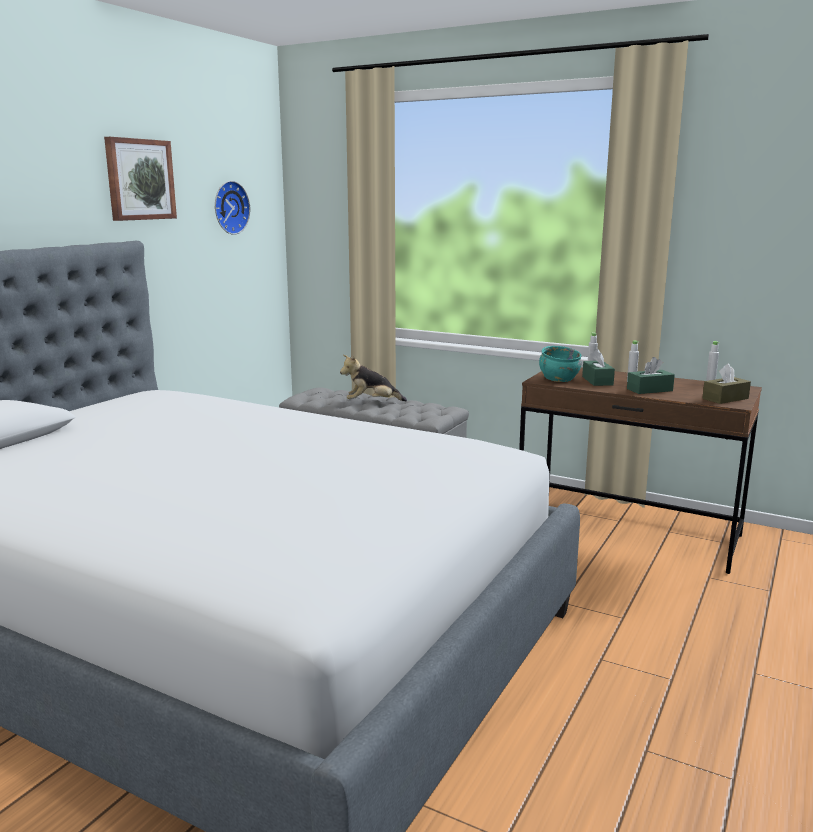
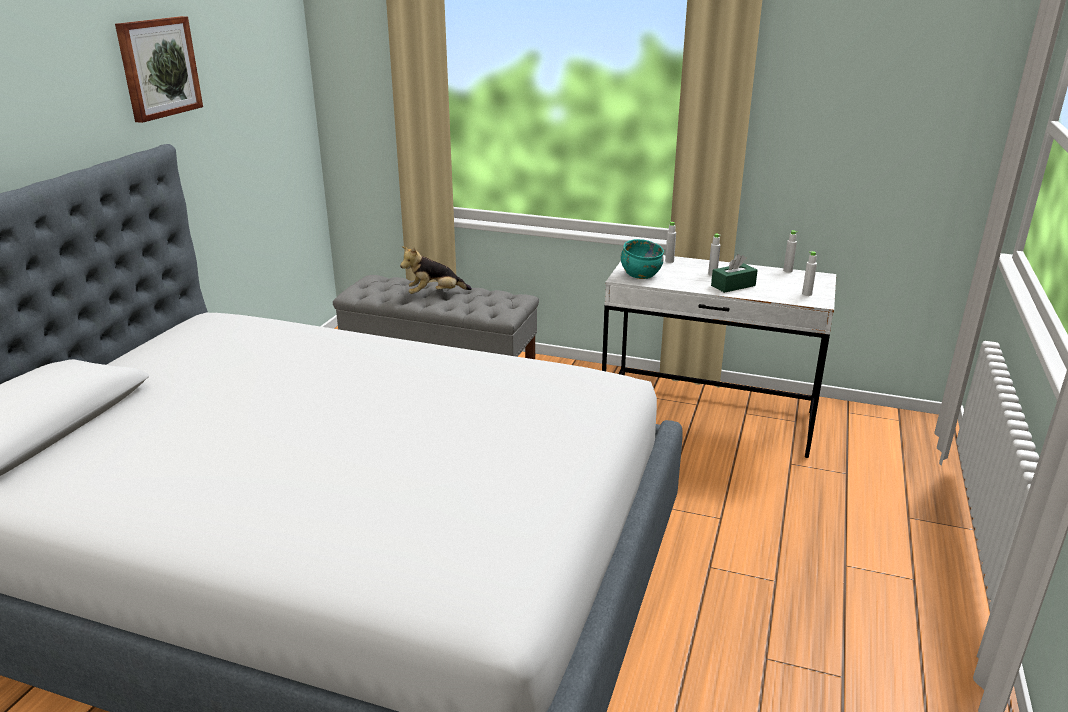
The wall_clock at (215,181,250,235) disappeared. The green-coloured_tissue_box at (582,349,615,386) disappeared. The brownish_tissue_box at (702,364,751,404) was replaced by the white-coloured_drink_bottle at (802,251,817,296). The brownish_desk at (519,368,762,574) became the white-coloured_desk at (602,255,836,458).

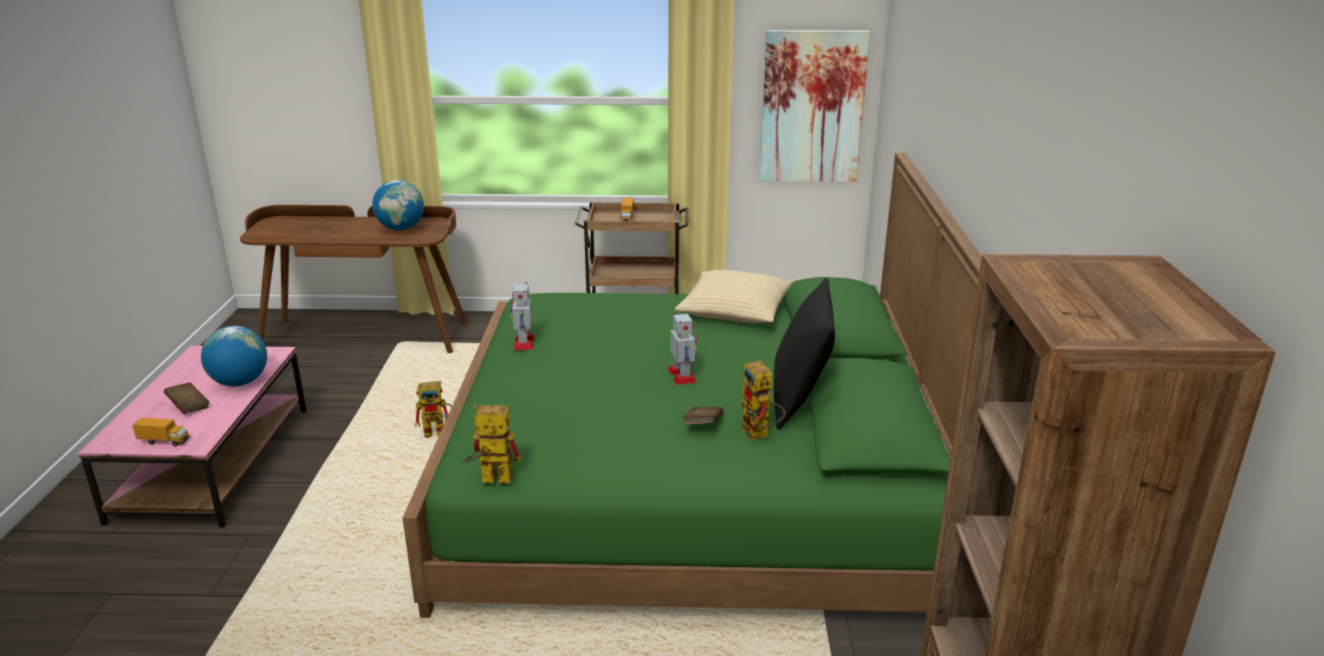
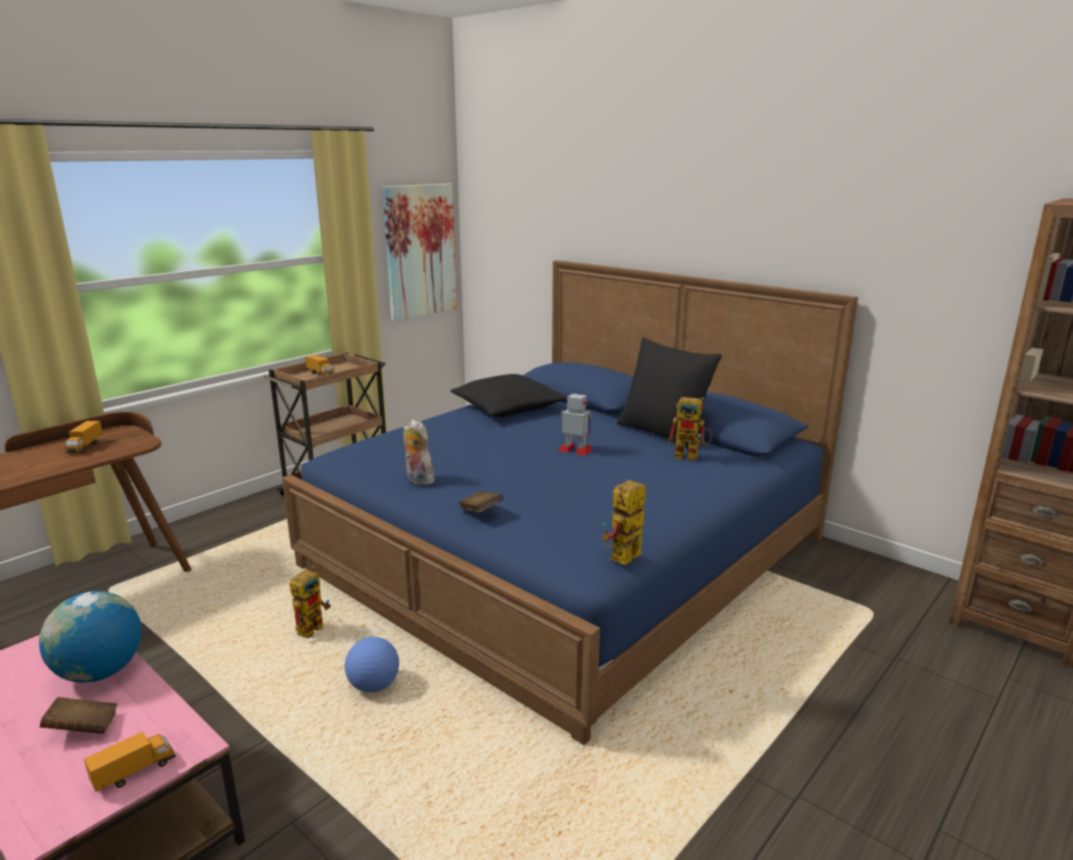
The green-coloured_bedroom_bed at (402,153,982,618) became the blue-coloured_bedroom_bed at (282,260,858,745). The globe at (372,180,424,230) was replaced by the toy_lorry at (65,421,103,453). The beige_cushion at (675,270,794,323) became the blackish_cushion at (450,374,567,417). The model_robot at (511,282,535,350) was replaced by the soft_toy at (403,419,435,485). The brownish_book moved from (683,407,724,425) to (458,491,503,513). The ball_for_football at (345,637,399,693) appeared.

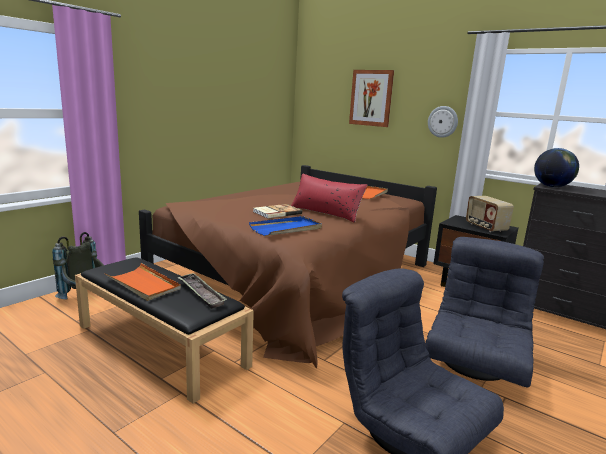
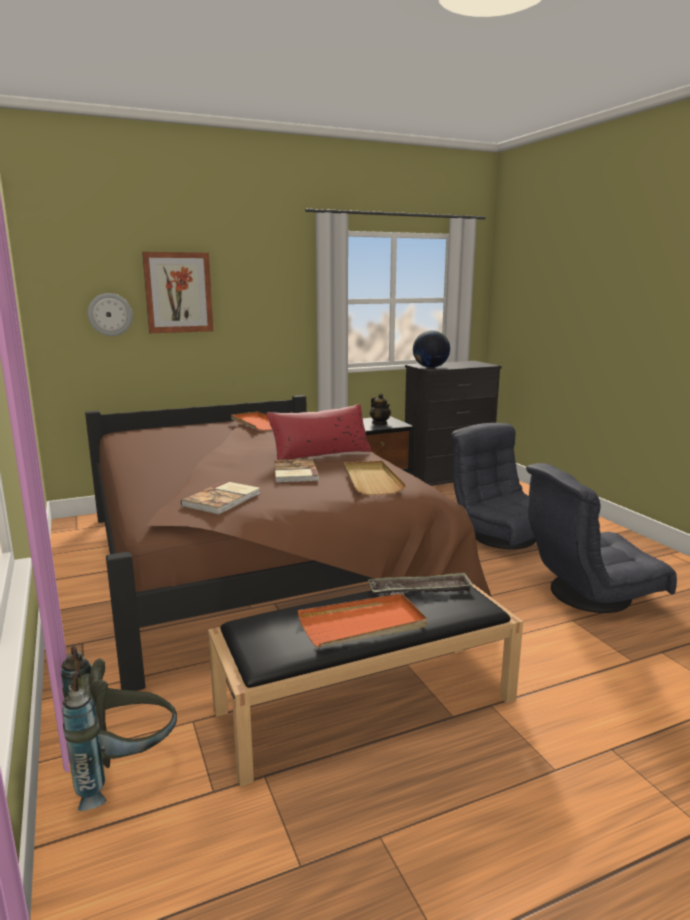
The wall_clock moved from (428,106,458,138) to (88,293,133,336). The radio_receiver at (466,196,514,232) was replaced by the teapot at (370,394,391,425). The blue-coloured_serving_tray at (249,216,322,236) became the beige_serving_tray at (344,461,406,495). The book at (181,481,260,514) appeared.

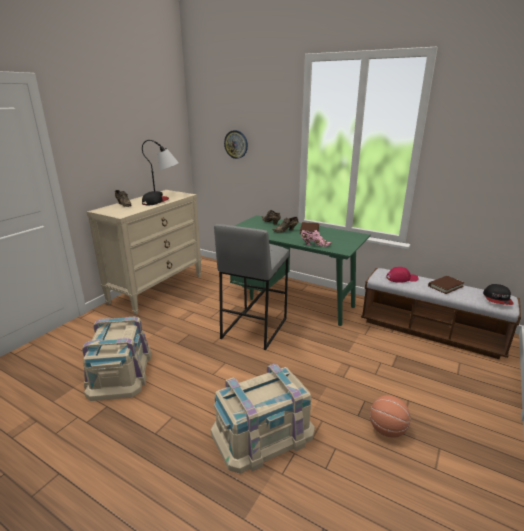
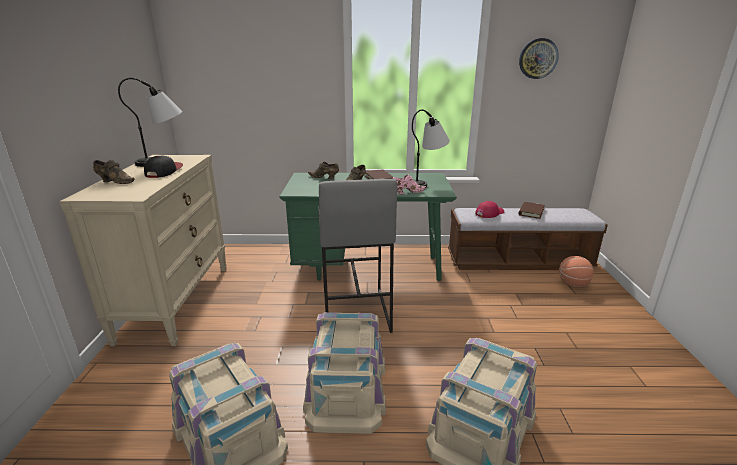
The wall_clock moved from (224,130,248,159) to (519,38,559,79). The cap at (483,284,514,305) disappeared. The basketball_ball moved from (370,395,411,438) to (559,256,594,287). The lamp_for_a_table at (412,109,450,186) appeared. The beige_storage_box at (303,312,386,434) appeared.

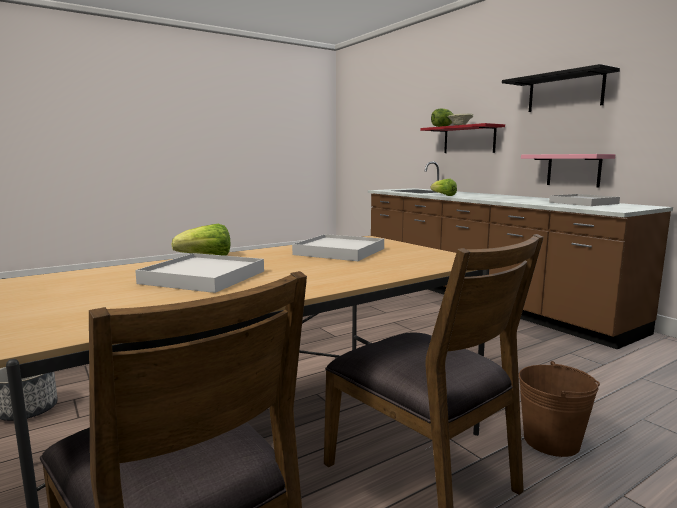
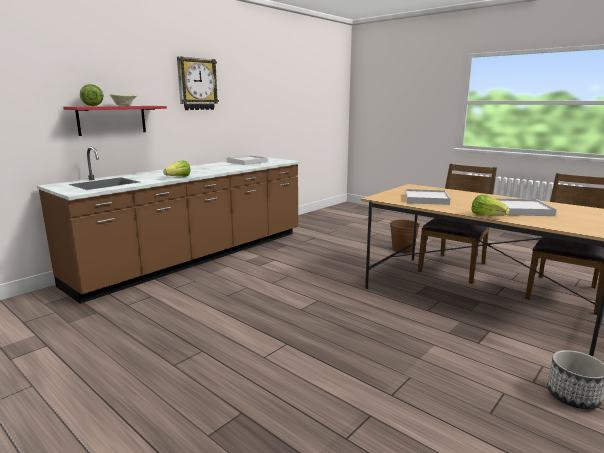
The blackish_bracket_shelf at (502,64,620,112) was replaced by the wall_clock at (177,56,219,110). The pinkish_bracket_shelf at (521,154,616,187) disappeared.

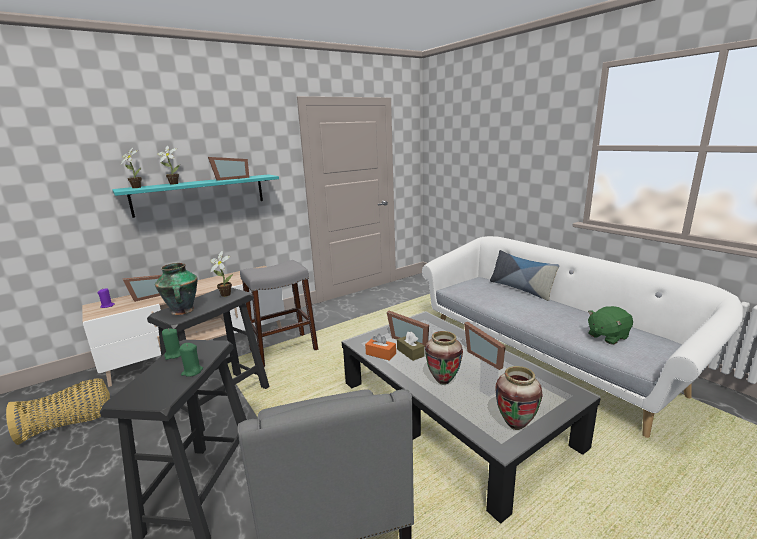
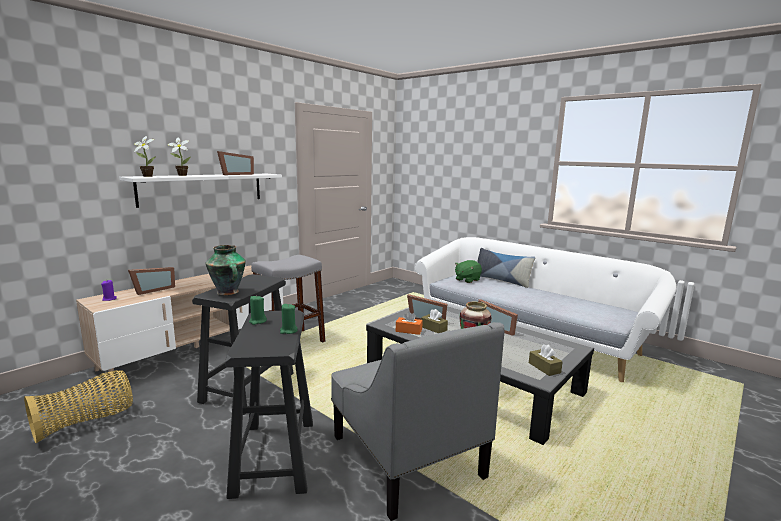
The blue-green_bracket_shelf at (112,174,279,218) became the white-coloured_bracket_shelf at (119,174,282,208). The potted_plant at (210,251,233,297) disappeared. The green-coloured_soft_toy moved from (588,306,633,344) to (455,260,482,283). The flower_vase at (496,366,543,430) was replaced by the brownish_tissue_box at (529,344,563,376).

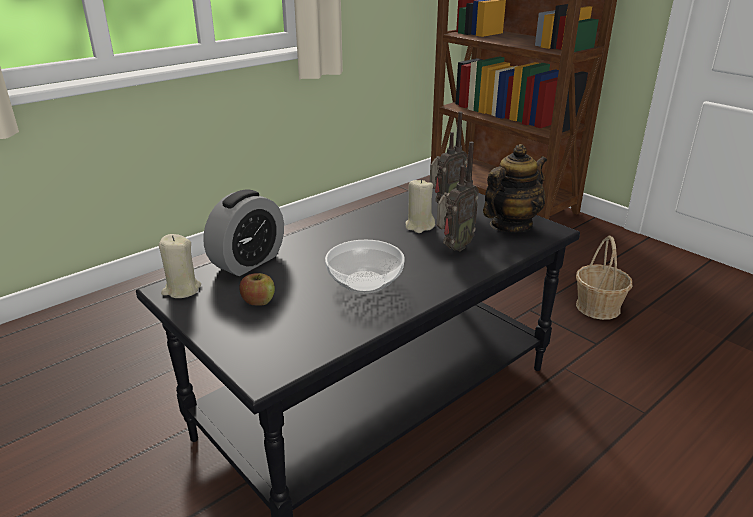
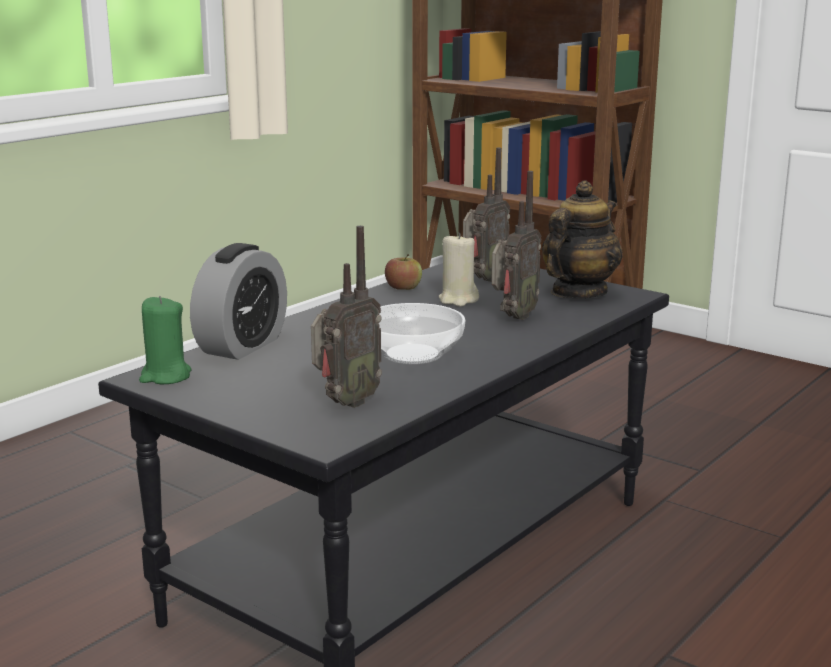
The beige_candle at (159,234,201,298) became the green-coloured_candle at (139,296,192,384). The household_basket at (576,236,632,320) disappeared. The whole_apple moved from (239,273,275,306) to (385,254,422,290). The radio_receiver at (311,226,382,408) appeared.

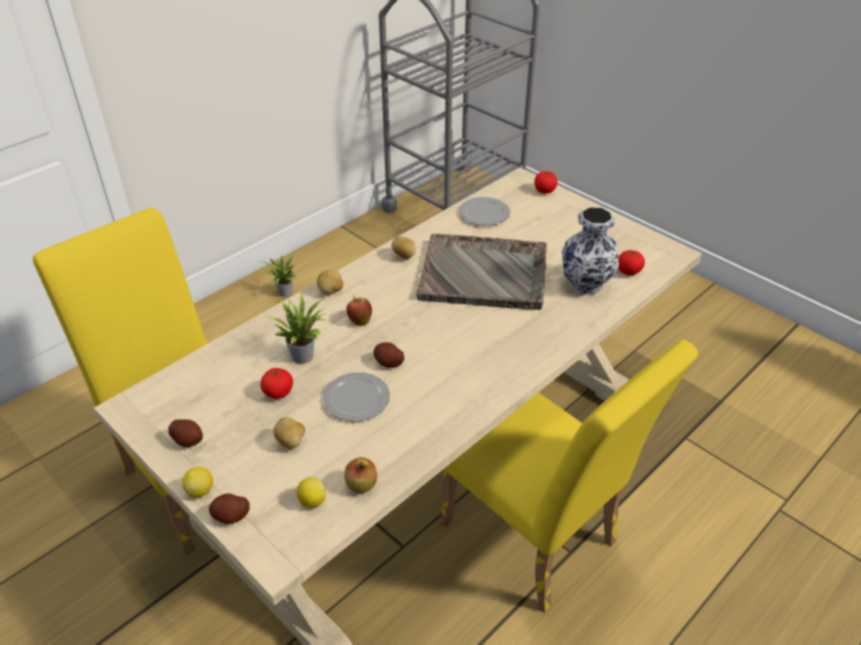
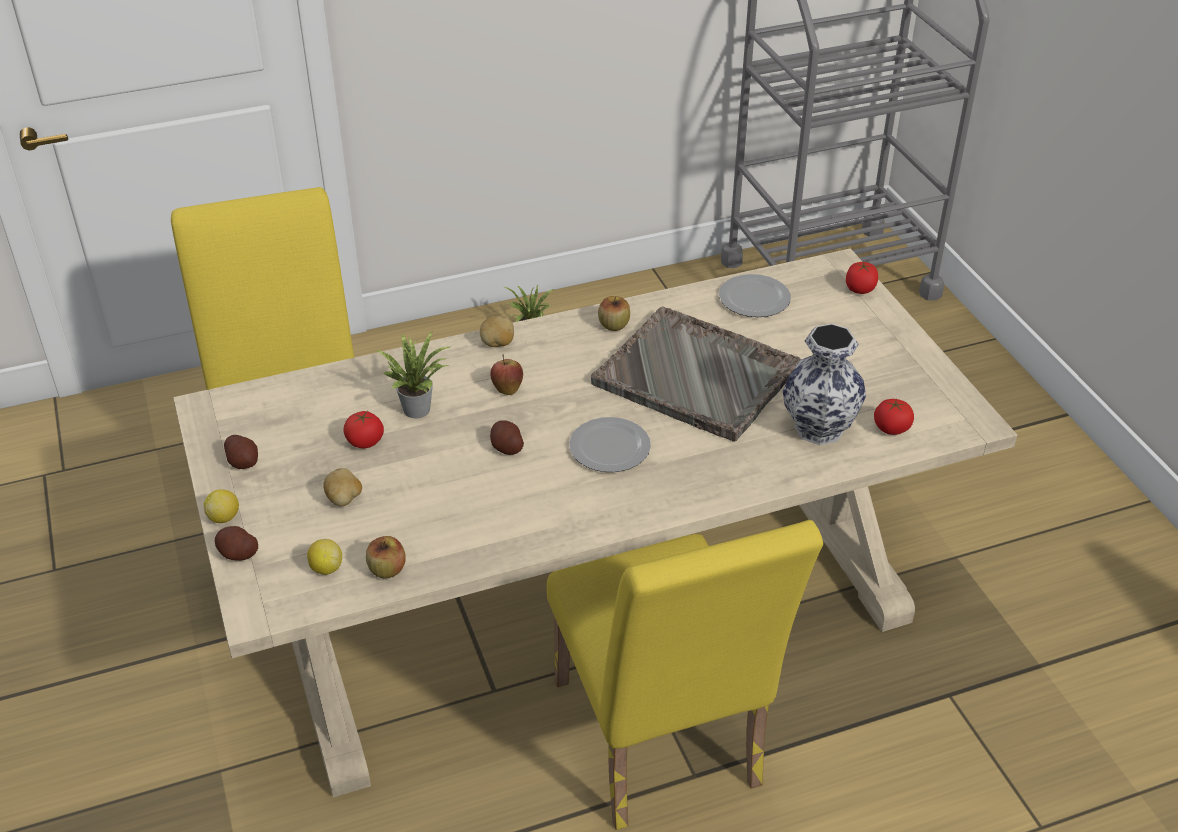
The whole_potato at (391,236,416,259) was replaced by the whole_apple at (598,296,630,331). The plate moved from (323,372,390,421) to (569,417,651,472).

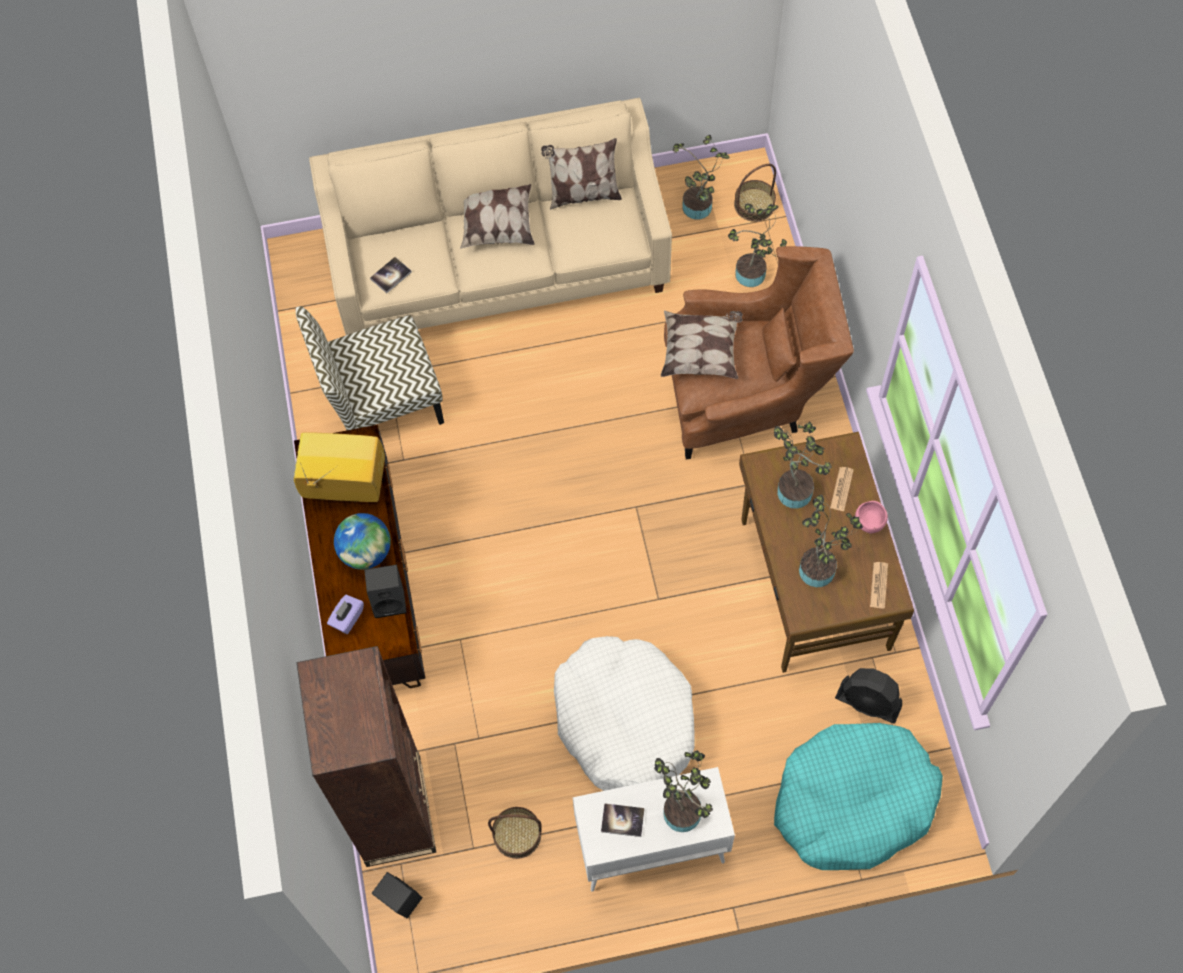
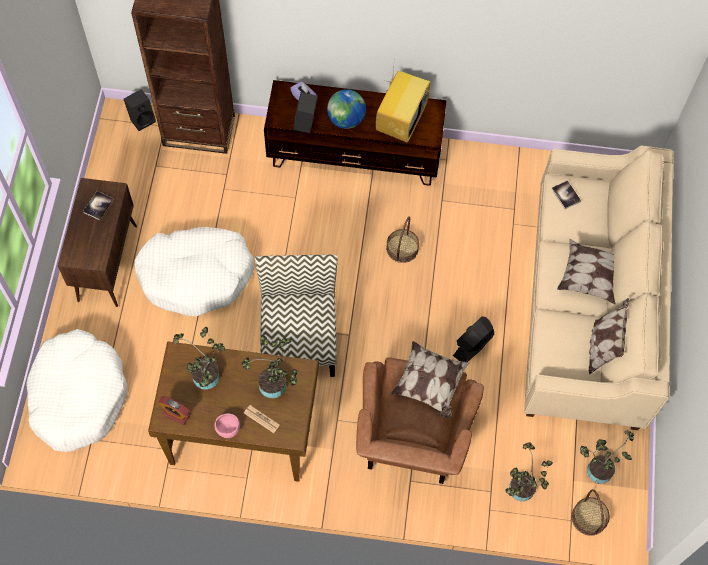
The chair moved from (295,306,444,430) to (255,255,338,377). The daily_paper at (870,562,888,609) was replaced by the table_clock at (158,396,190,425). The blackish_fan moved from (835,668,902,724) to (453,316,494,362). The blue-green_dog_bed at (774,723,943,870) became the white-coloured_dog_bed at (26,329,127,452). The potted_plant at (654,750,713,832) disappeared. The white-coloured_cupboard at (573,767,735,891) became the brownish_cupboard at (58,178,137,307). The household_basket moved from (488,807,542,859) to (386,216,419,263).

